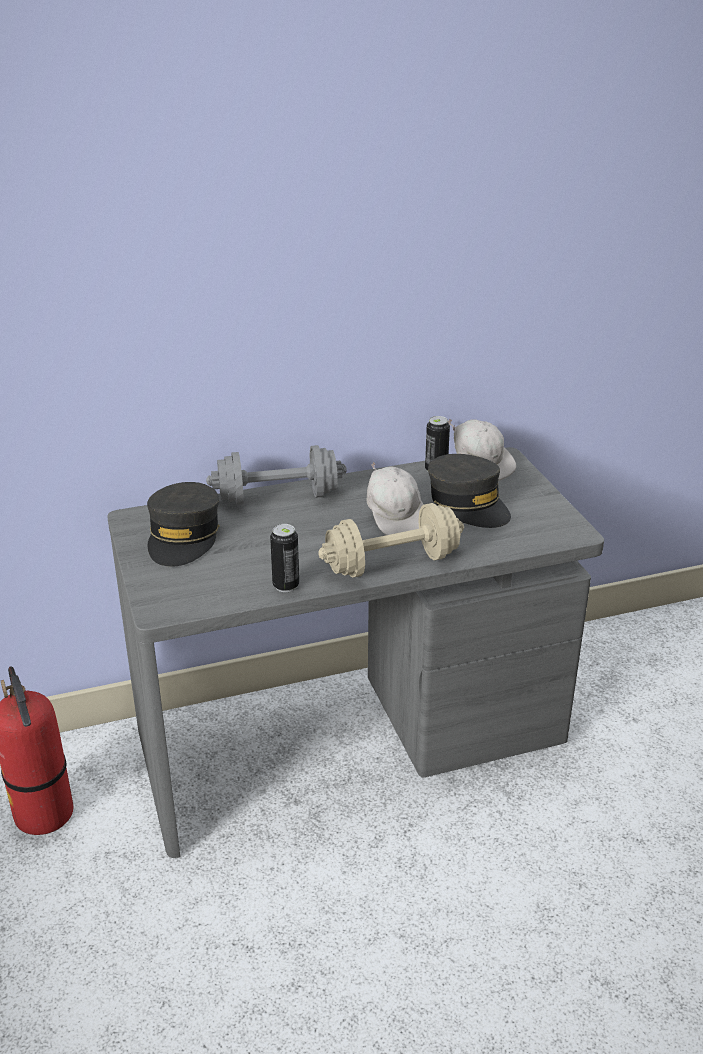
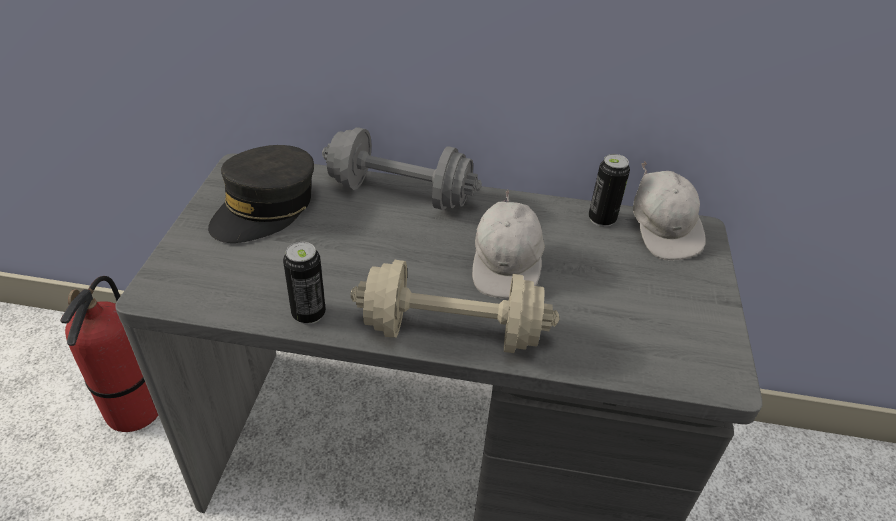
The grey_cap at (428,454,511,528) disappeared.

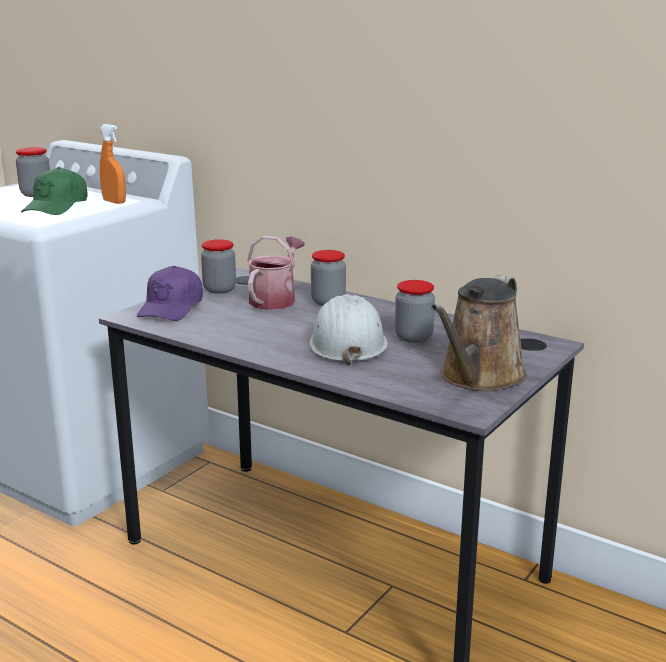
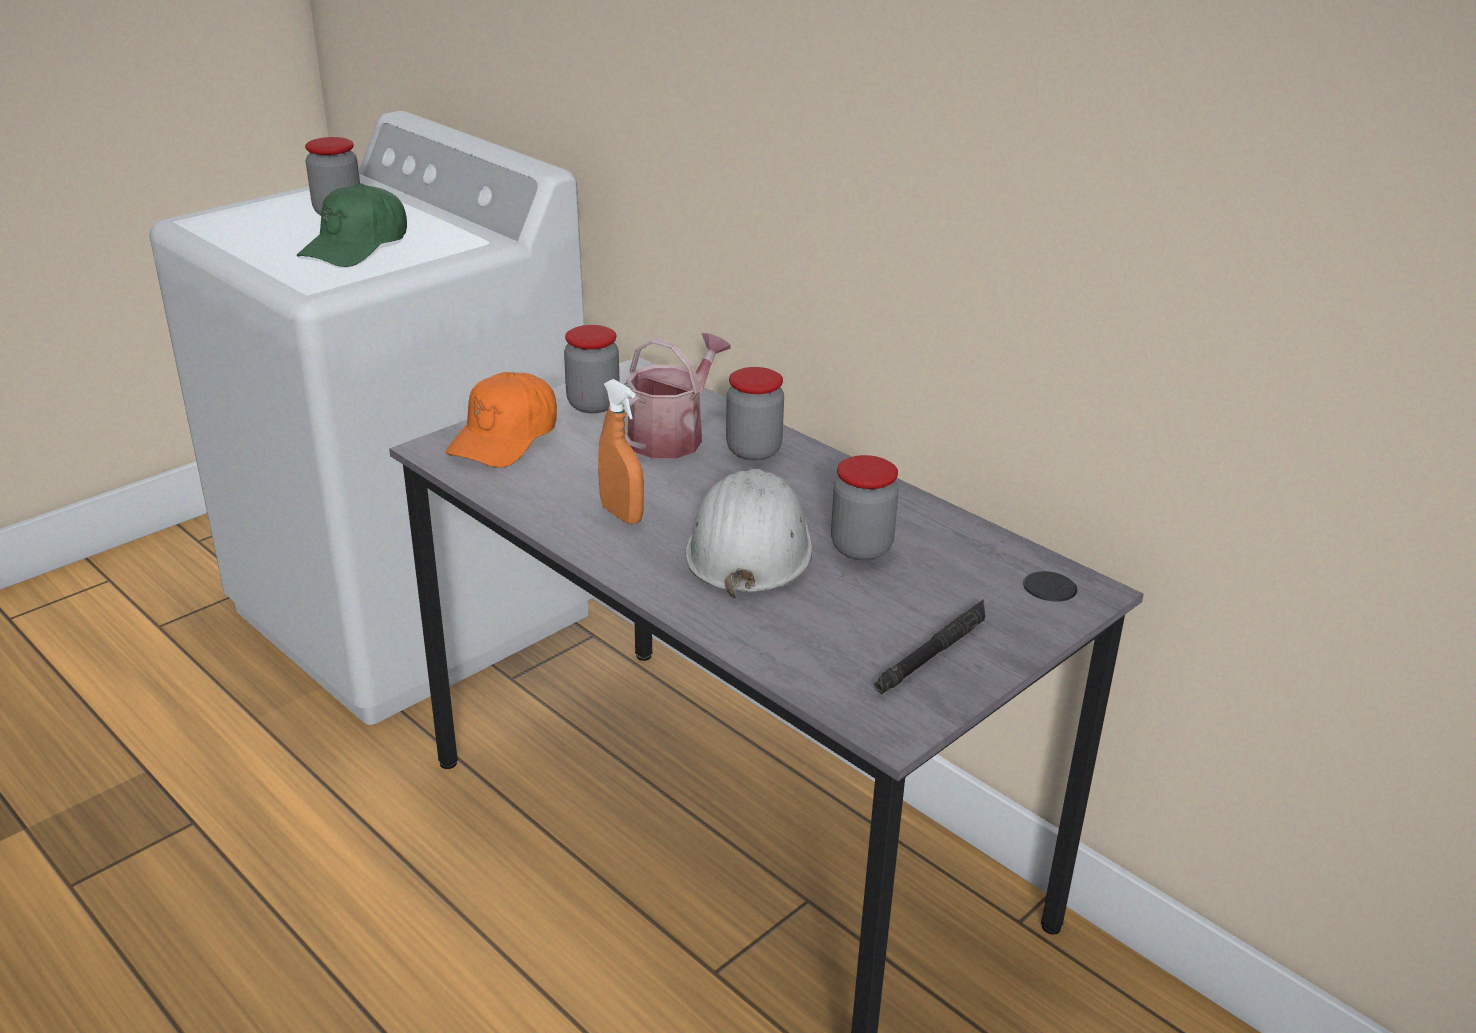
The orange-coloured_sprayer moved from (100,124,126,204) to (598,379,644,524). The purplish_cap at (137,266,203,321) became the orange-coloured_cap at (446,372,557,468). The brownish_watering_can at (431,275,527,391) was replaced by the blackish_flashlight at (874,599,985,695).

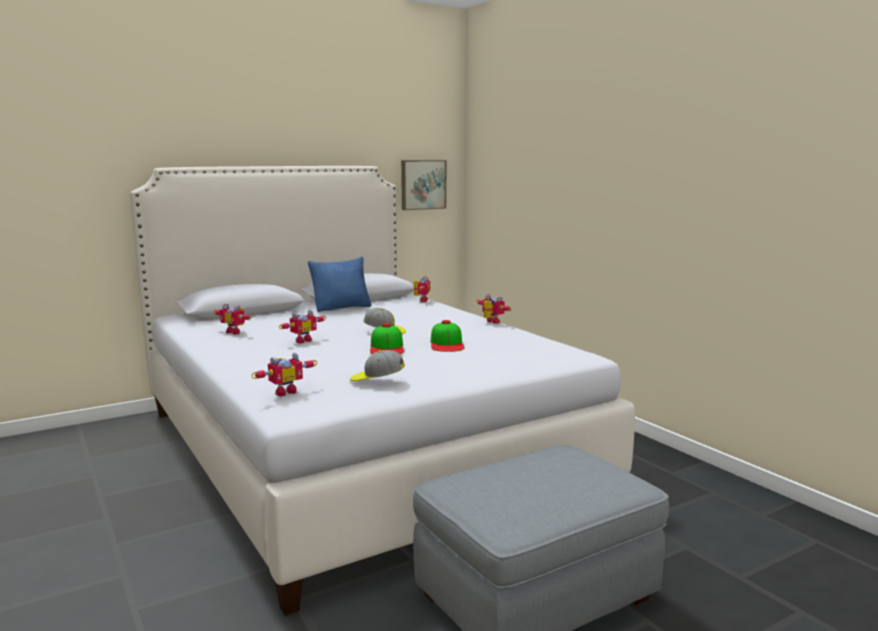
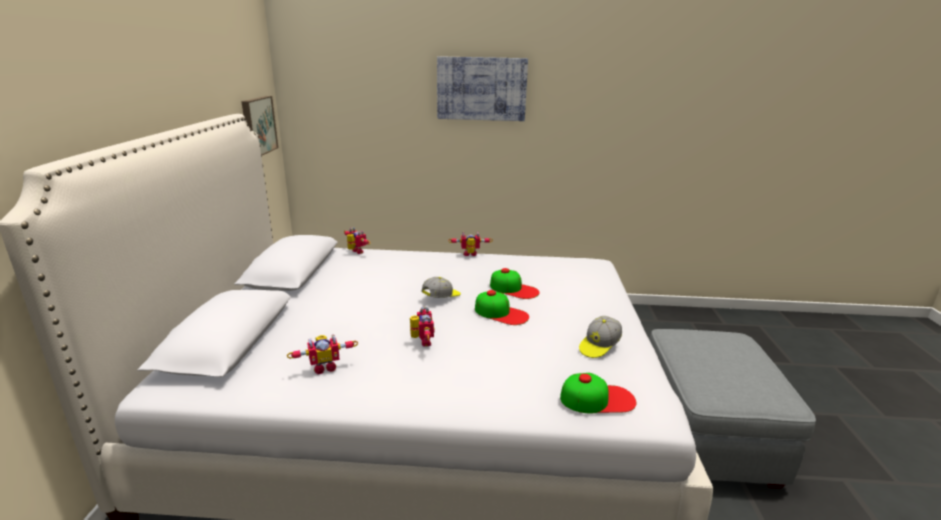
The blue-coloured_cushion at (308,257,372,312) disappeared. The model_robot at (251,353,317,397) was replaced by the cap at (560,373,636,413). The picture at (437,56,528,121) appeared.

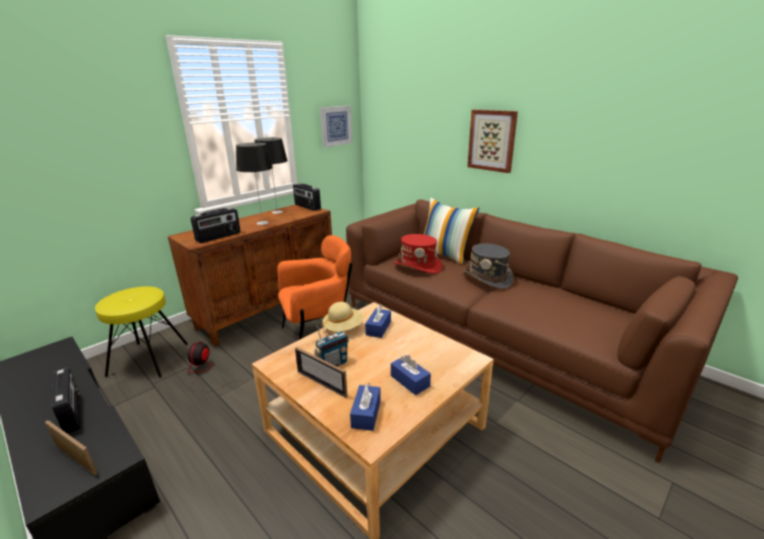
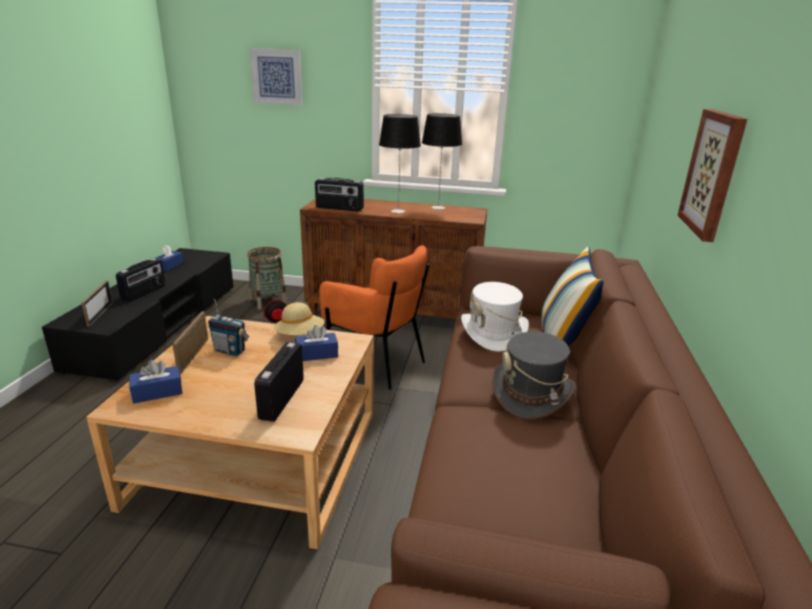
The picture moved from (320,106,352,147) to (249,48,303,106). The radio_receiver moved from (293,183,321,211) to (254,342,304,422). The red-coloured_clothing_hat at (395,234,442,274) became the white-coloured_clothing_hat at (461,282,529,352). The yellow_stool_seat at (95,287,188,378) was replaced by the household_basket at (247,247,287,309). The blue-coloured_tissue_box moved from (391,355,431,395) to (155,245,184,271).

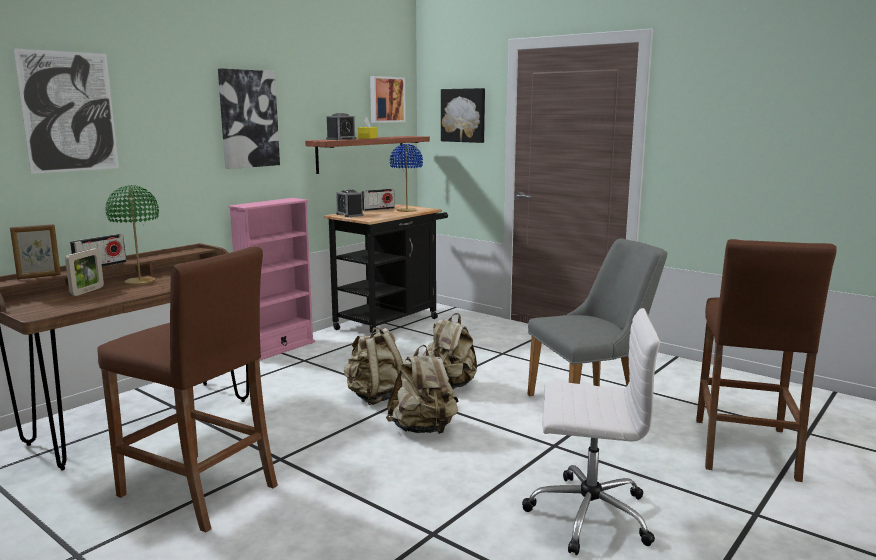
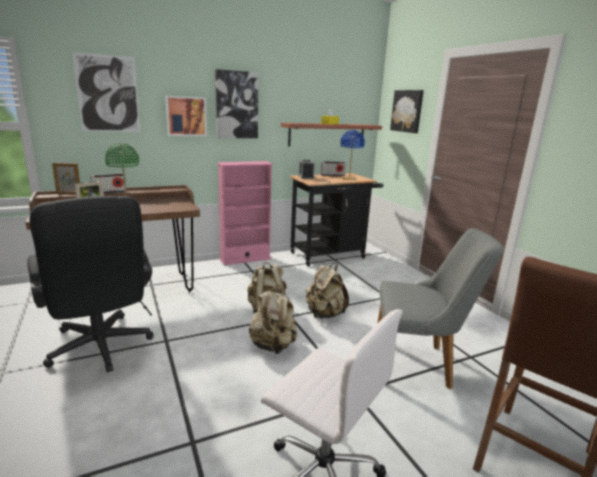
The picture moved from (370,76,406,123) to (166,96,207,136). The table_clock at (326,113,356,140) disappeared. The brownish_stool_seat at (97,246,278,533) was replaced by the blackish_office_chair at (27,196,153,372).

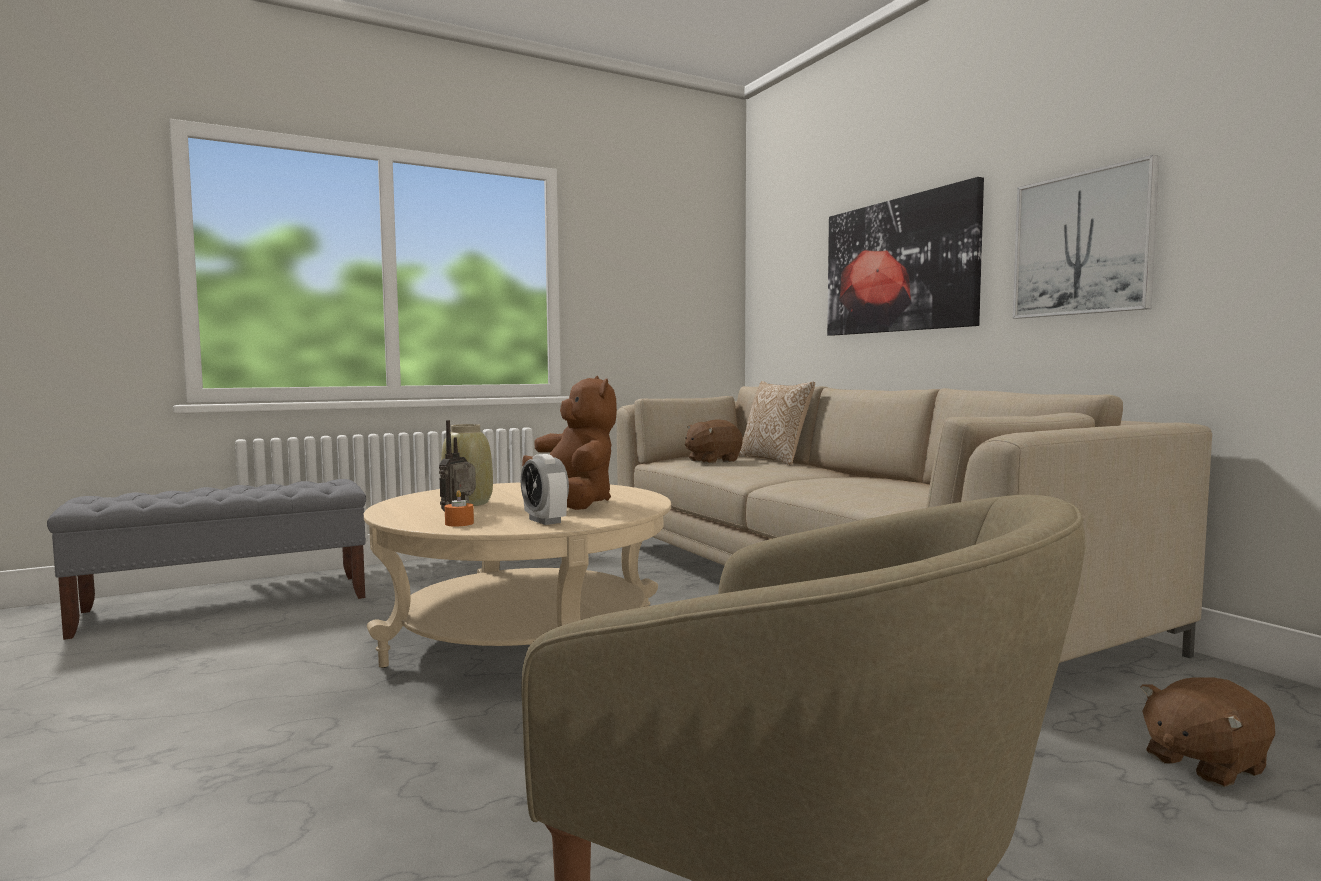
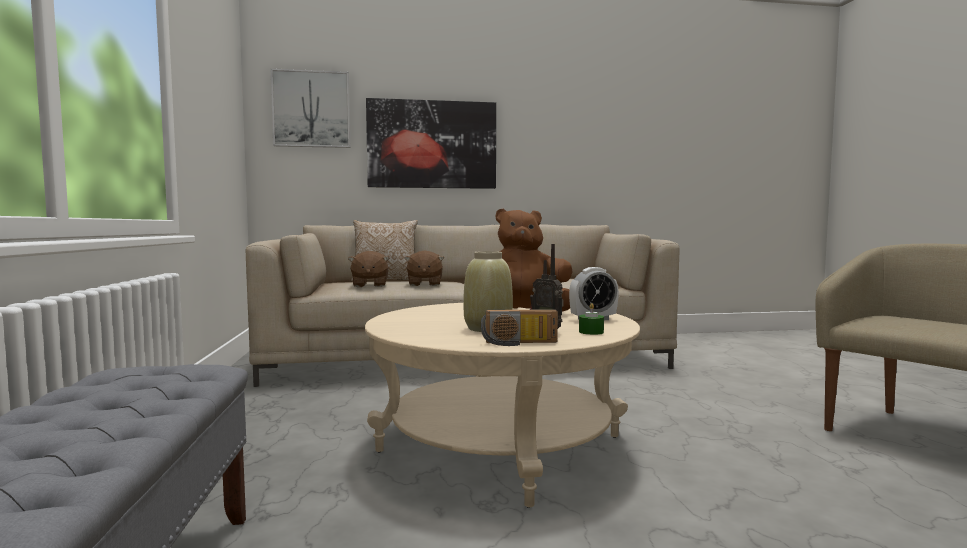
The picture moved from (1013,155,1159,319) to (270,68,350,148). The orange-coloured_candle at (445,490,474,526) became the green-coloured_candle at (579,303,604,335). The brownish_soft_toy moved from (1140,677,1275,787) to (405,250,444,286). The radio_receiver at (481,310,558,346) appeared.

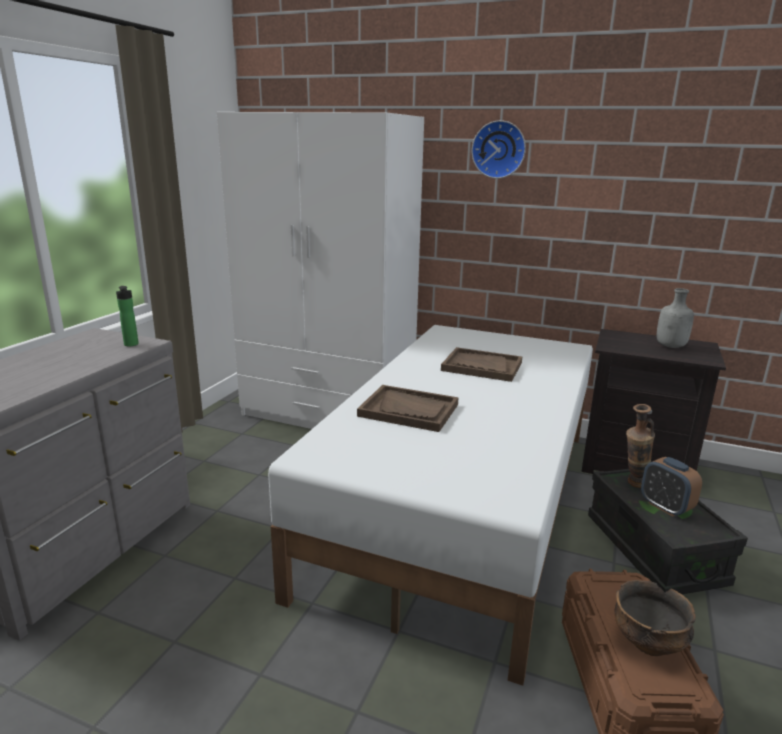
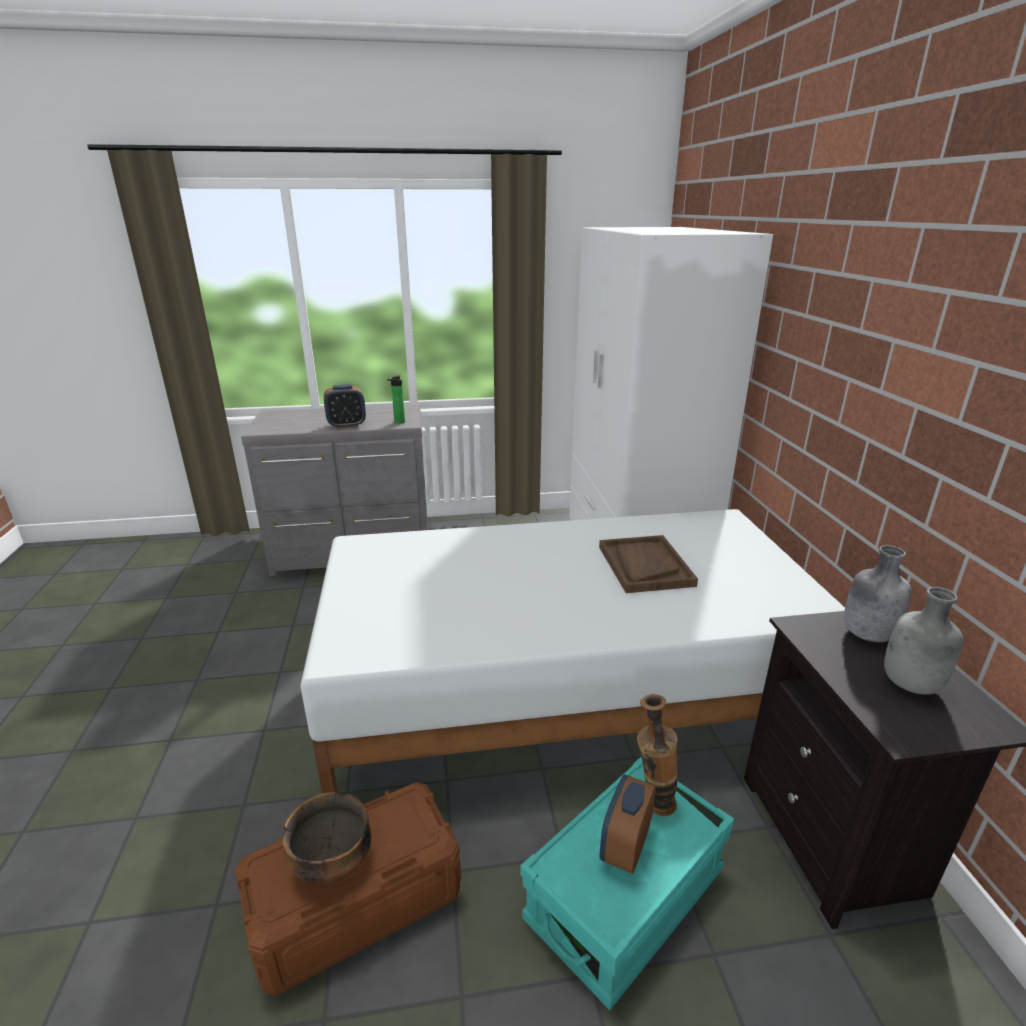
The wall_clock at (471,120,526,179) disappeared. The brownish_serving_tray at (357,385,458,432) disappeared. The blackish_storage_box at (588,469,748,594) became the blue-green_storage_box at (520,757,734,1010). The table_clock at (324,384,366,429) appeared. The grey_drink_bottle at (844,545,912,642) appeared.

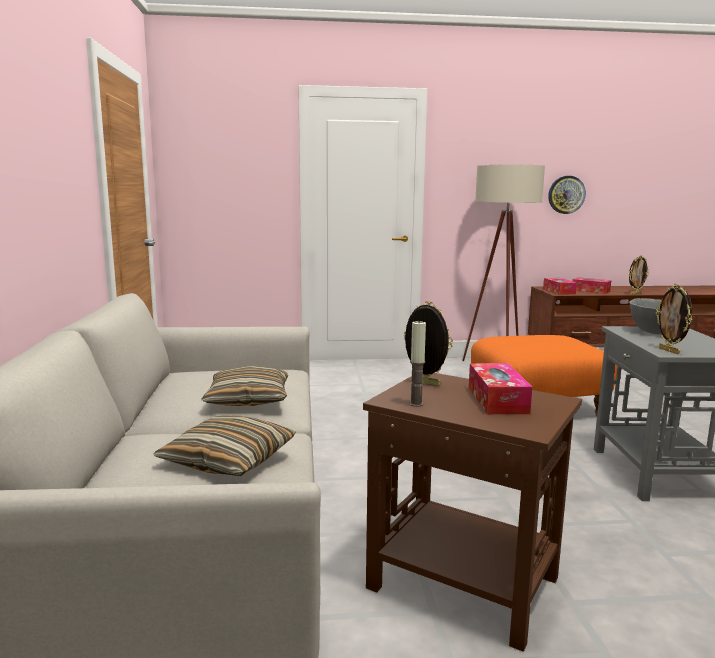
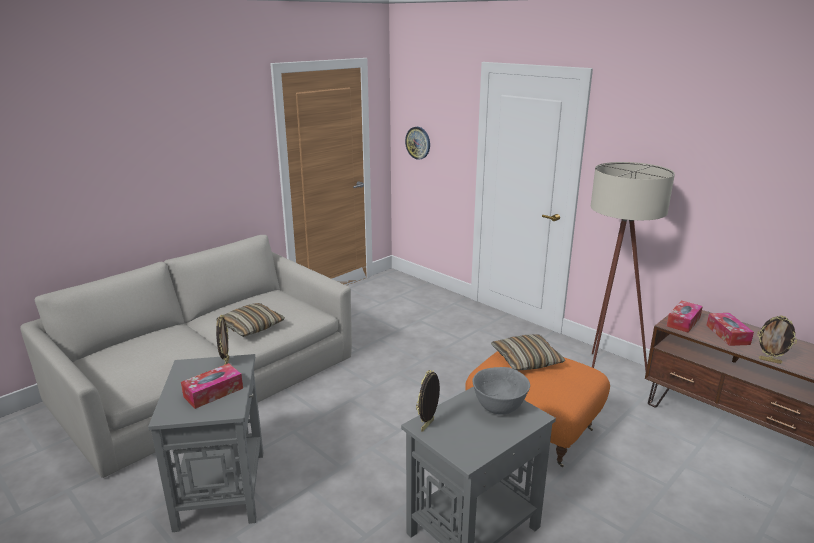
The wall_clock moved from (548,176,586,214) to (405,127,430,160). The candle at (409,321,426,407) disappeared. The brownish_accent_table at (363,373,582,652) became the grey_accent_table at (148,354,263,532). The cushion moved from (154,415,296,476) to (491,334,565,371).

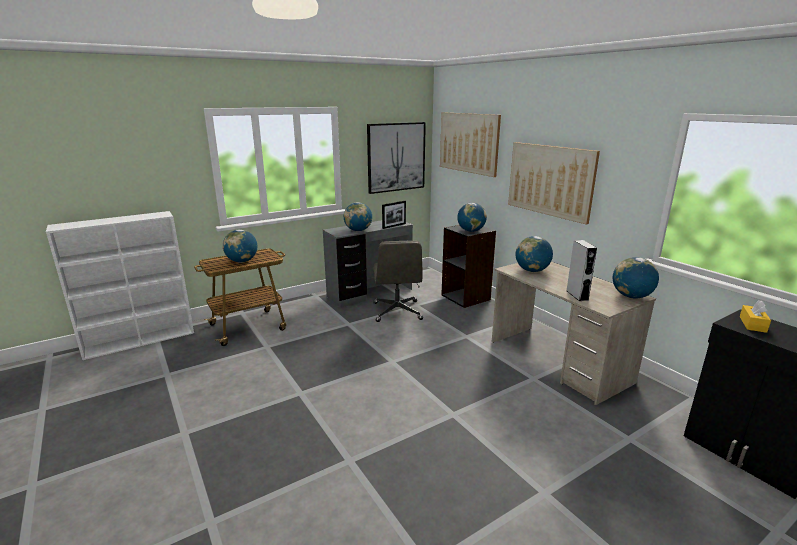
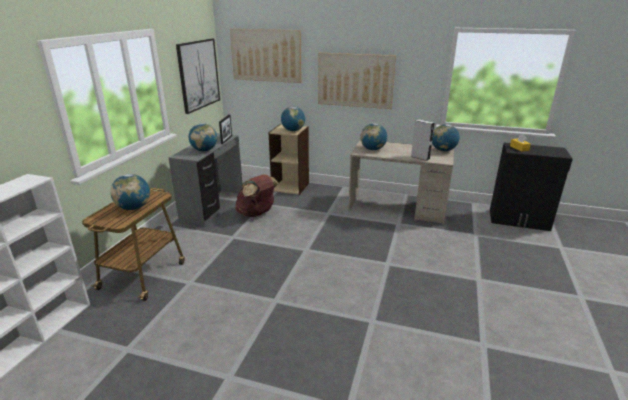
The blackish_bookcase at (441,225,496,308) became the beige_bookcase at (269,124,309,195). The grey_office_chair at (373,241,423,322) was replaced by the brownish_rucksack at (235,174,279,217).

